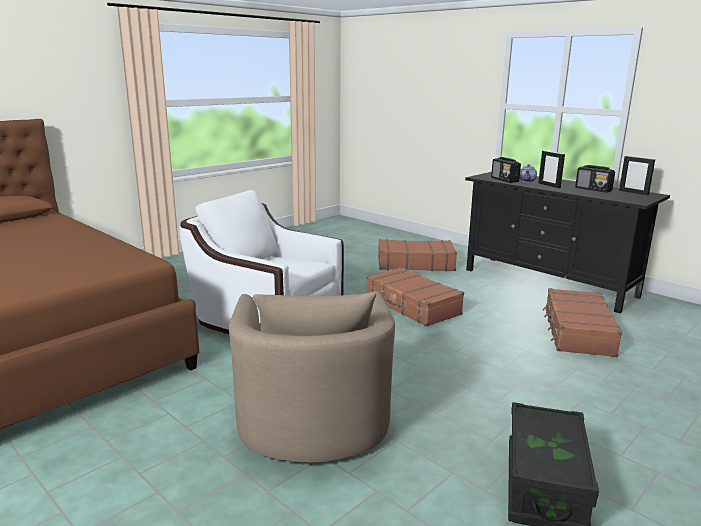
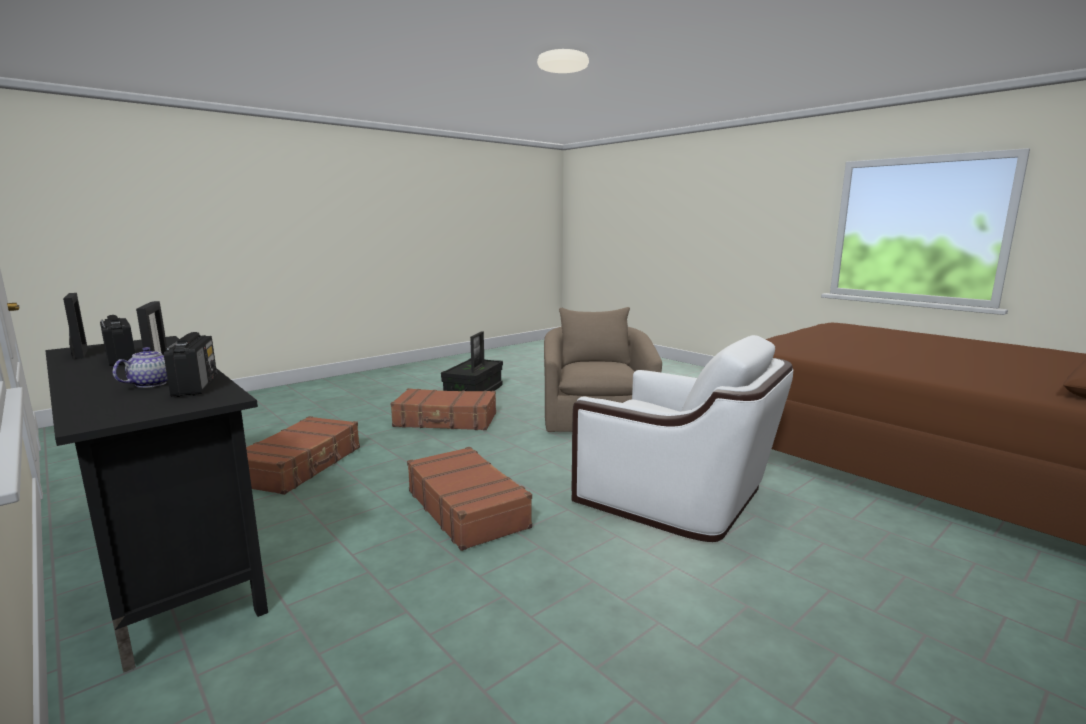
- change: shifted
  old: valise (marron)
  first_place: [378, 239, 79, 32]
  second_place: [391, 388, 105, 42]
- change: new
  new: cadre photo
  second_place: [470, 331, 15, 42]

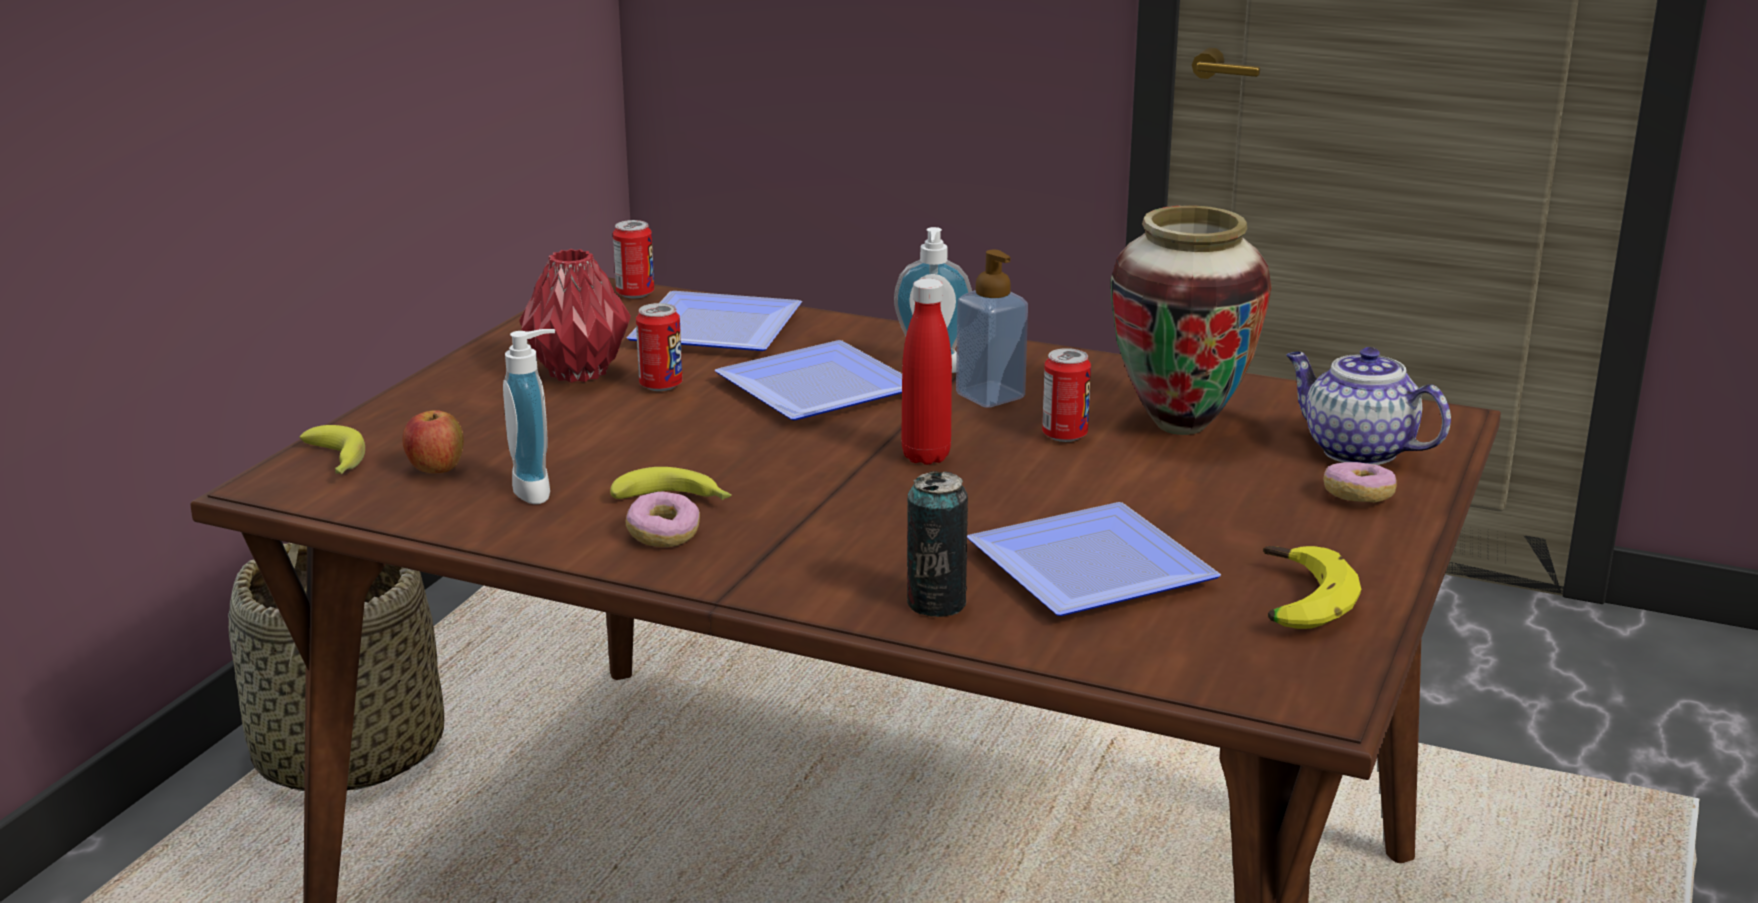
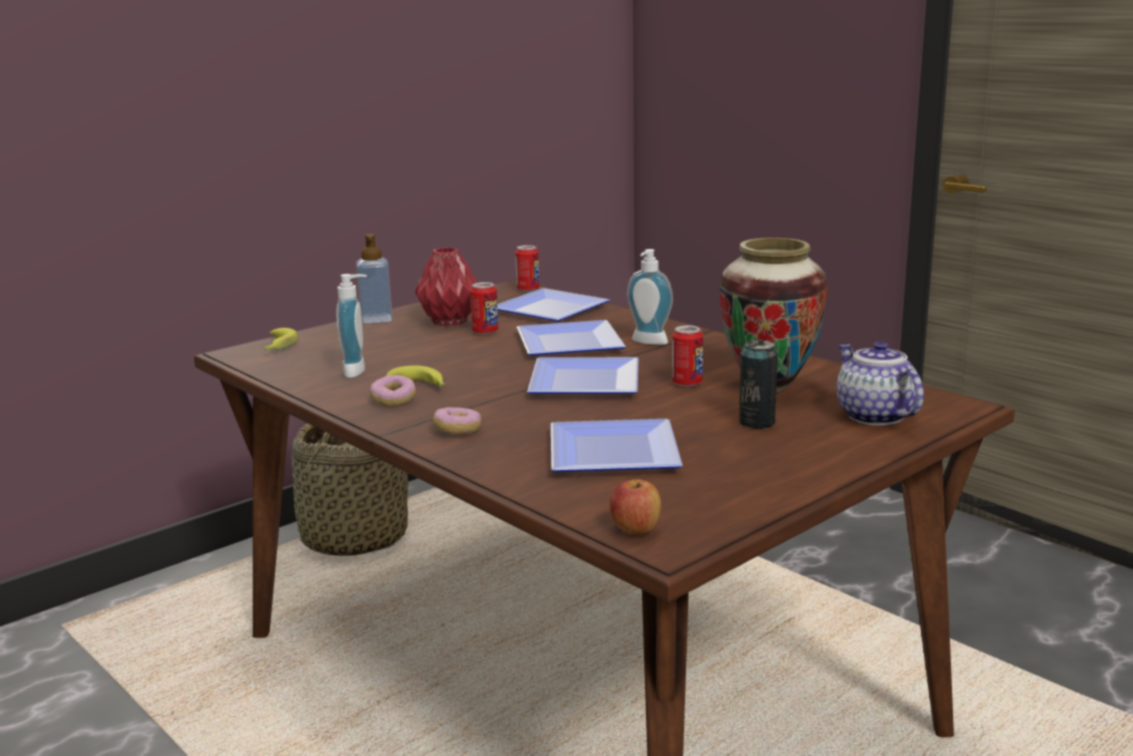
- change: shifted
  old: distributeur de savon
  first_place: [956, 250, 72, 158]
  second_place: [356, 234, 37, 90]
- change: shifted
  old: beignet
  first_place: [1324, 462, 73, 40]
  second_place: [433, 407, 48, 27]
- change: swapped
  old: bouteille (rouge)
  new: assiette
  first_place: [901, 279, 51, 186]
  second_place: [527, 357, 111, 37]
- change: shifted
  old: pomme
  first_place: [402, 410, 62, 63]
  second_place: [610, 479, 51, 56]
- change: shifted
  old: boîte métallique
  first_place: [907, 471, 61, 146]
  second_place: [739, 339, 39, 90]
- change: gone
  old: banane
  first_place: [1263, 546, 98, 83]

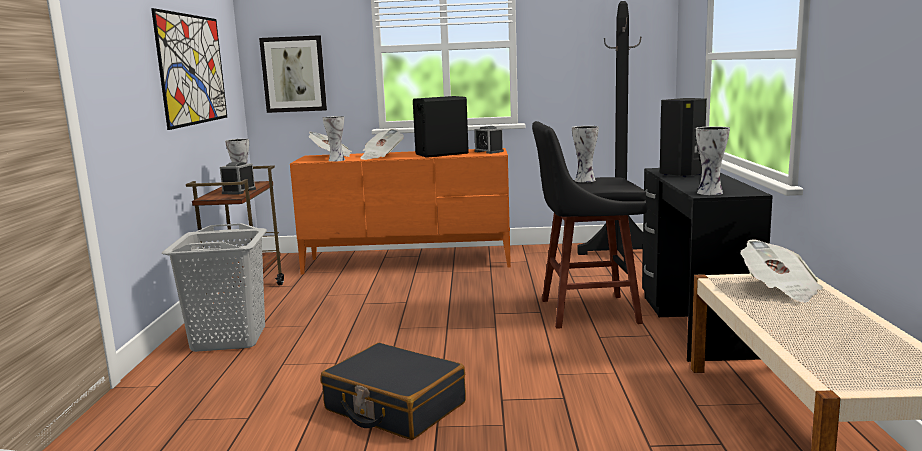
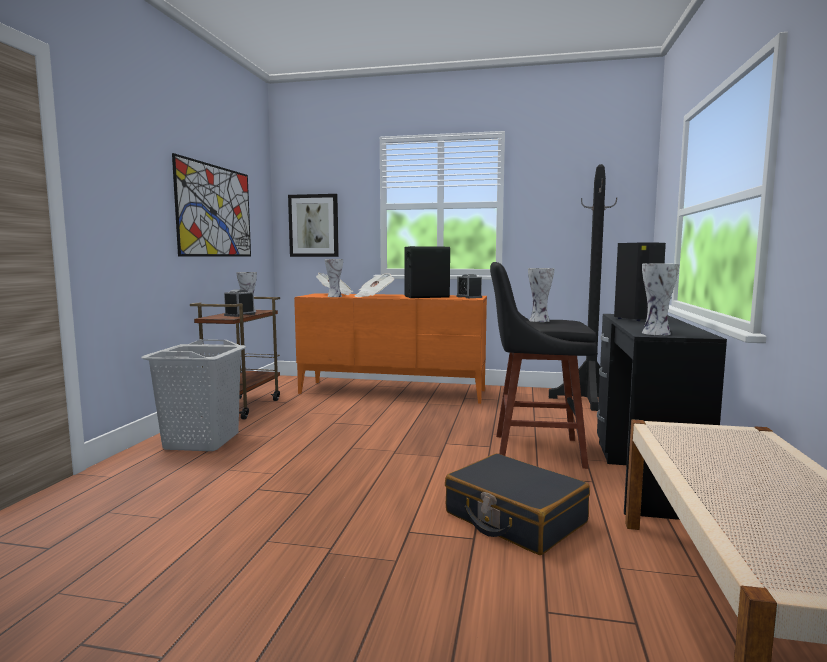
- change: shifted
  old: valise (noir)
  first_place: [321, 343, 145, 97]
  second_place: [445, 453, 145, 102]
- change: gone
  old: journal
  first_place: [740, 239, 83, 64]

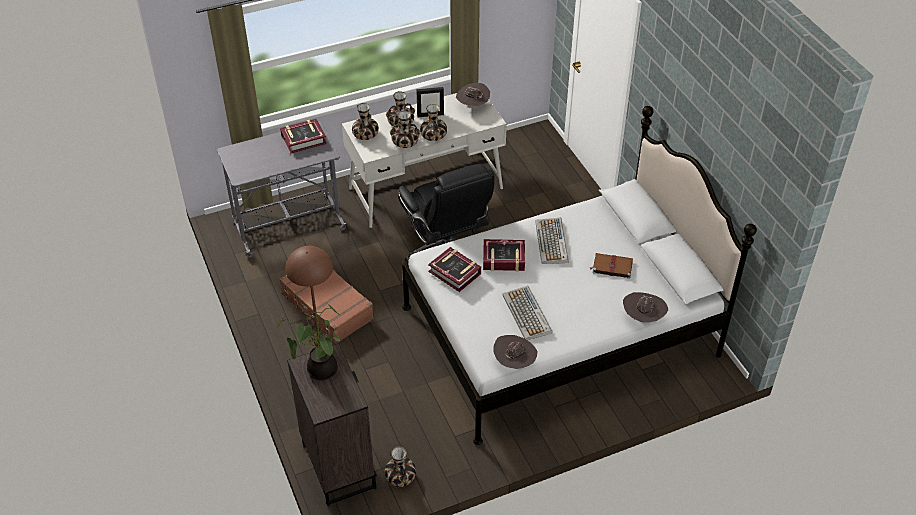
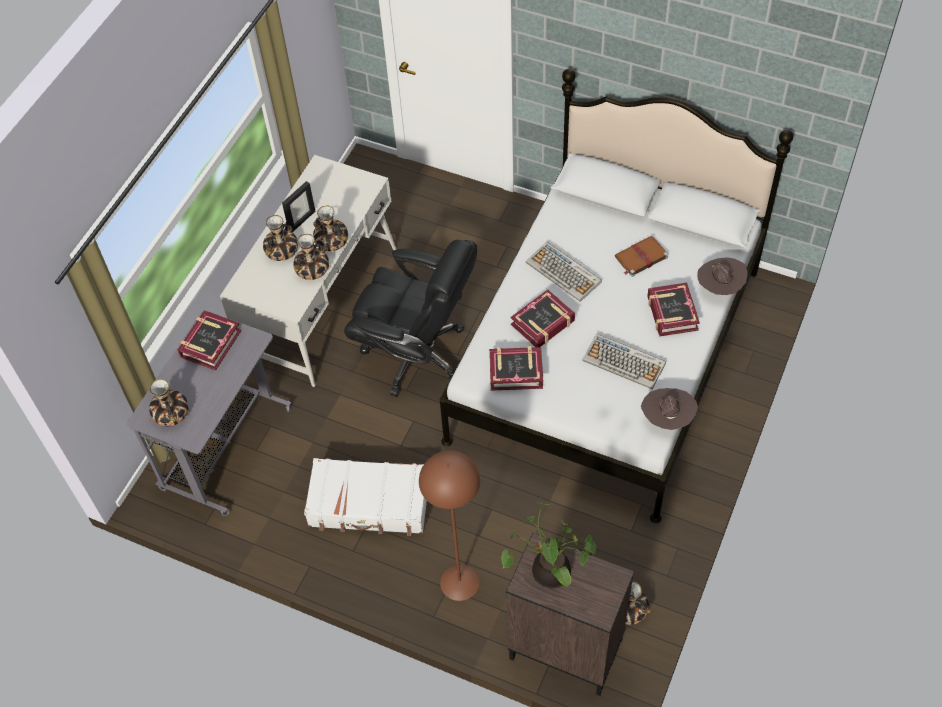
- change: shifted
  old: vase
  first_place: [352, 103, 27, 37]
  second_place: [149, 379, 40, 47]
- change: repainted
  old: valise (marron)
  new: valise (blanc)
  first_place: [279, 270, 95, 74]
  second_place: [304, 458, 123, 78]
- change: new
  new: livre
  second_place: [647, 283, 53, 54]
- change: gone
  old: chapeau (marron)
  first_place: [456, 83, 34, 25]

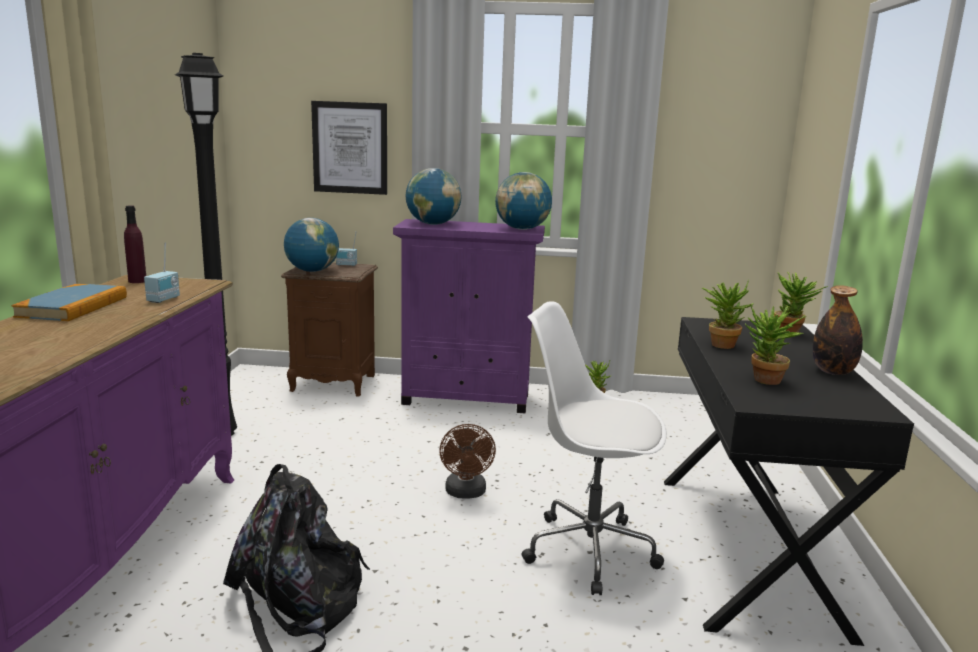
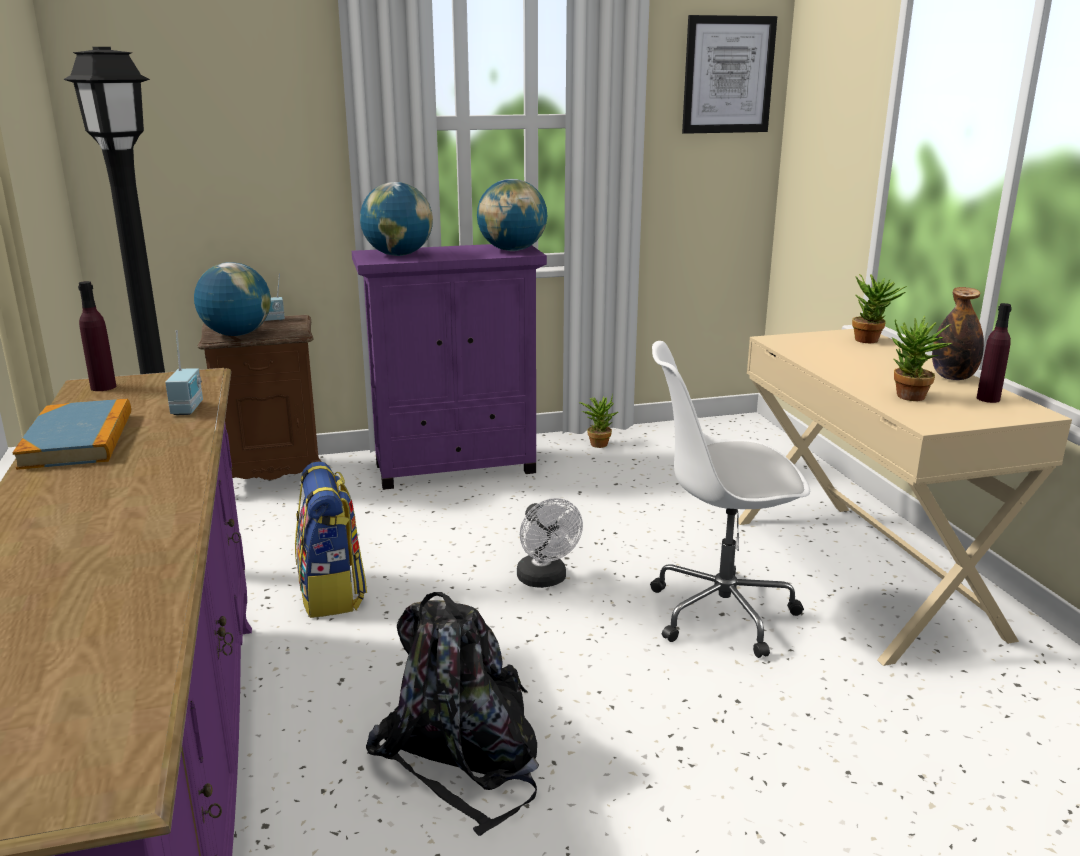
- change: new
  new: sac à dos
  second_place: [295, 462, 72, 156]
- change: repainted
  old: ventilateur (marron)
  new: ventilateur (blanc)
  first_place: [439, 424, 57, 75]
  second_place: [517, 498, 66, 90]
- change: shifted
  old: tableau
  first_place: [311, 101, 76, 94]
  second_place: [682, 15, 95, 119]
- change: repainted
  old: bureau (noir)
  new: bureau (beige)
  first_place: [664, 317, 250, 329]
  second_place: [736, 329, 336, 337]
- change: new
  new: bouteille (violet)
  second_place: [977, 303, 35, 100]
- change: gone
  old: plante en pot
  first_place: [702, 280, 52, 69]

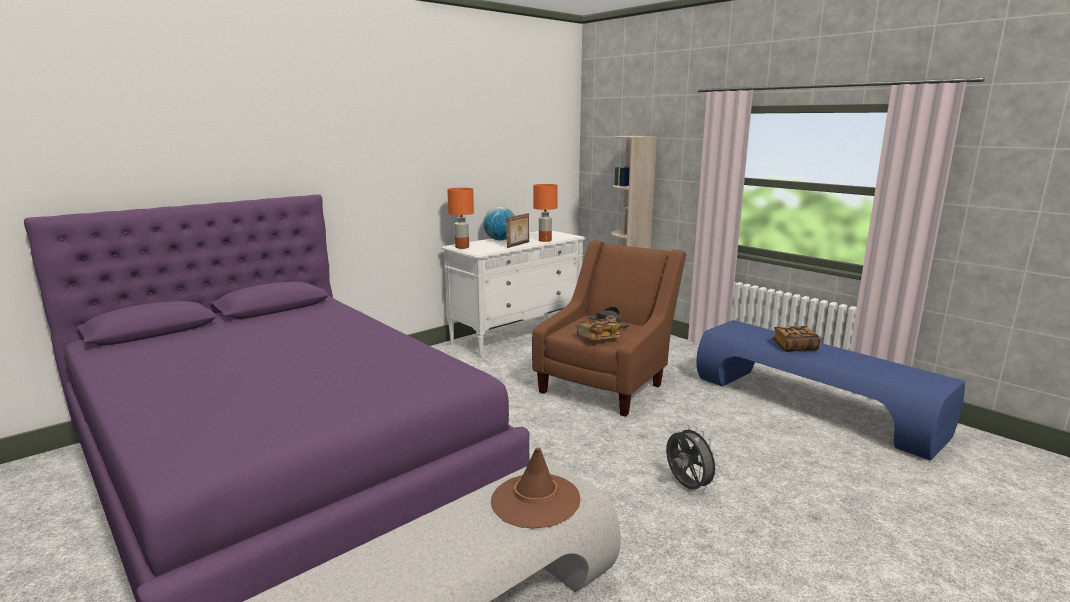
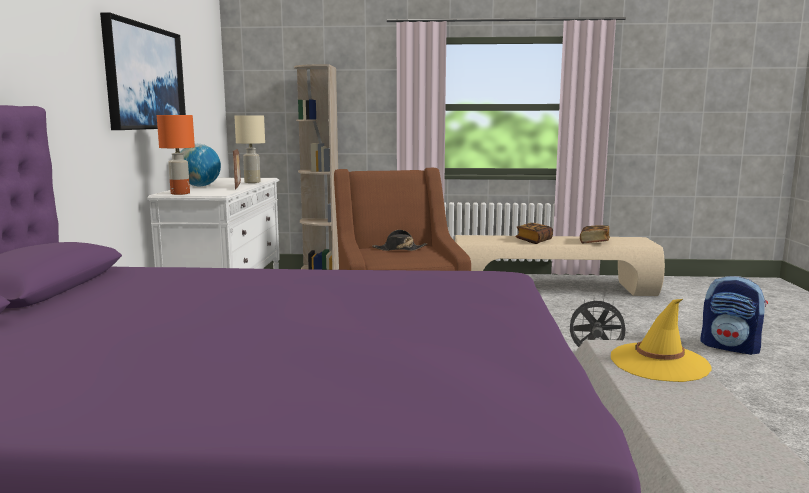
- change: new
  new: tableau
  second_place: [100, 13, 86, 117]
- change: repainted
  old: lampe de table (orange)
  new: lampe de table (beige)
  first_place: [533, 184, 25, 58]
  second_place: [234, 115, 31, 68]
- change: repainted
  old: banc (bleu)
  new: banc (beige)
  first_place: [696, 320, 269, 140]
  second_place: [455, 235, 210, 61]
- change: shifted
  old: livre
  first_place: [577, 318, 45, 22]
  second_place: [580, 225, 30, 18]
- change: repainted
  old: chapeau (marron)
  new: chapeau (jaune)
  first_place: [491, 448, 89, 81]
  second_place: [611, 299, 101, 83]
- change: new
  new: sac à dos
  second_place: [700, 276, 68, 79]

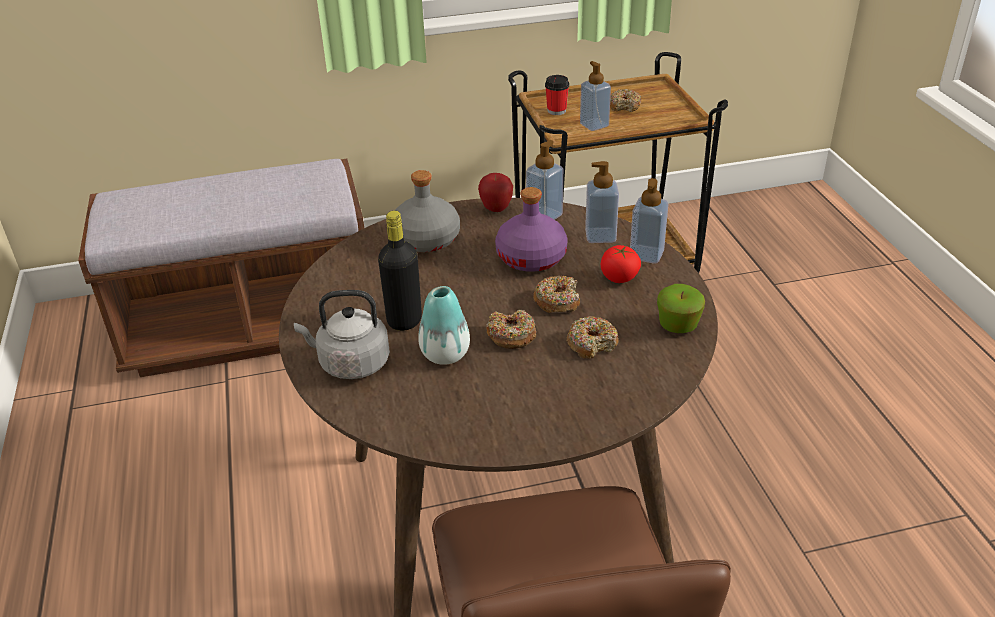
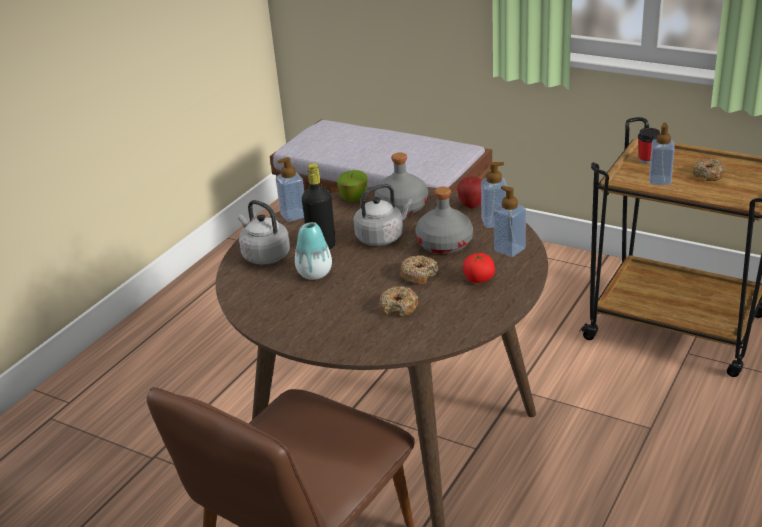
- change: shifted
  old: distributeur de savon
  first_place: [630, 178, 38, 86]
  second_place: [276, 157, 28, 65]
- change: shifted
  old: pomme
  first_place: [657, 284, 48, 49]
  second_place: [337, 170, 30, 32]
- change: new
  new: bouilloire (gris)
  second_place: [354, 184, 59, 62]
- change: repainted
  old: bouteille (violet)
  new: bouteille (gris)
  first_place: [495, 187, 73, 85]
  second_place: [415, 187, 58, 67]
- change: gone
  old: beignet
  first_place: [486, 310, 50, 39]

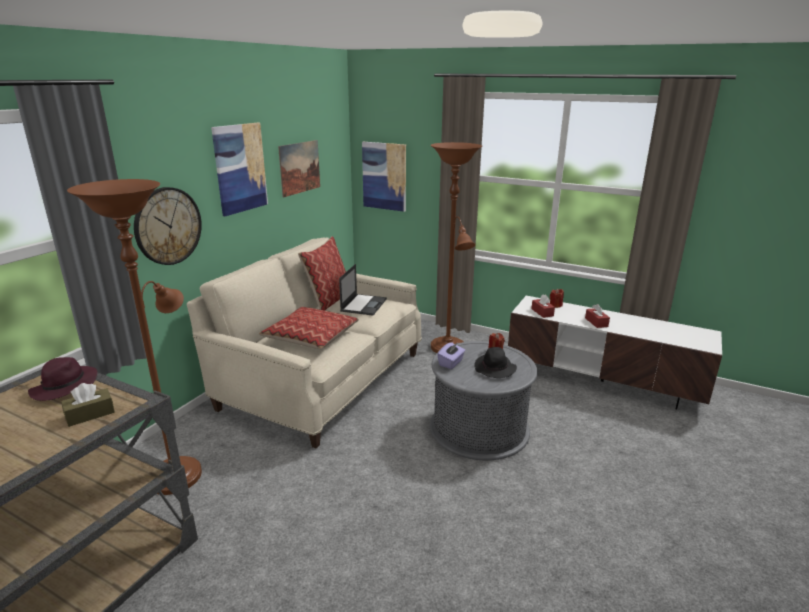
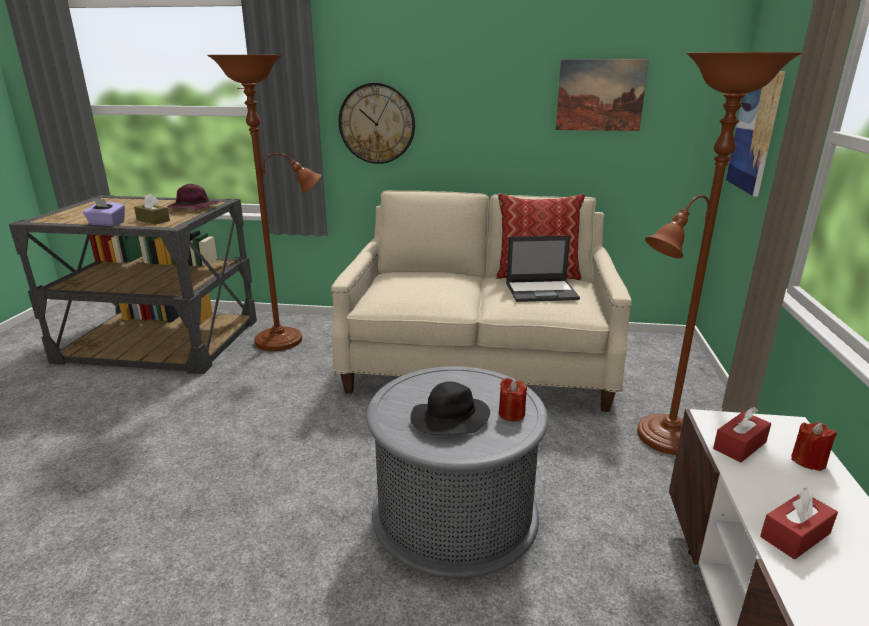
- change: shifted
  old: boîte à mouchoirs (violet)
  first_place: [437, 342, 28, 27]
  second_place: [83, 198, 42, 28]
- change: gone
  old: tableau
  first_place: [211, 123, 57, 93]
- change: gone
  old: coussin
  first_place: [259, 307, 100, 43]

